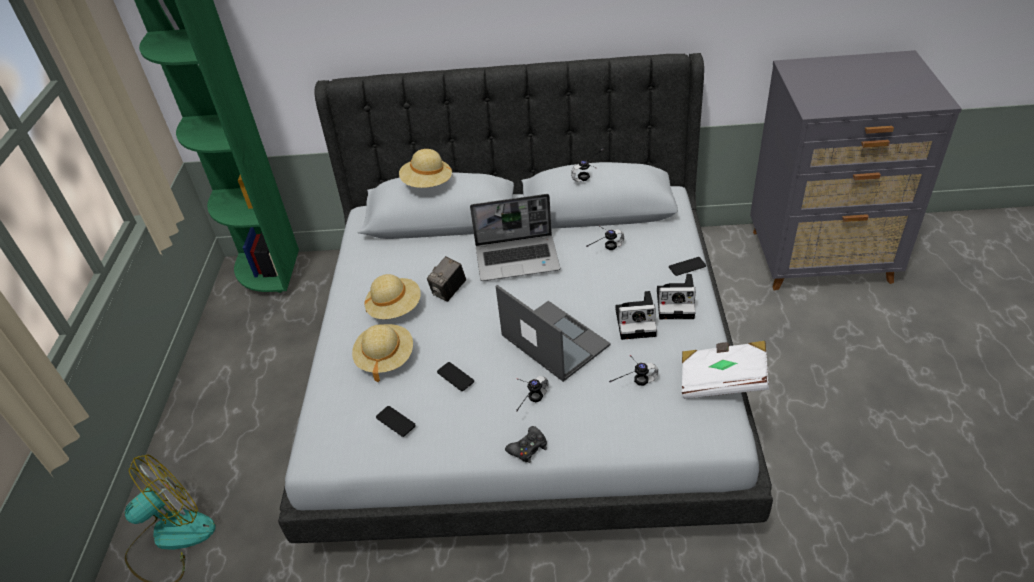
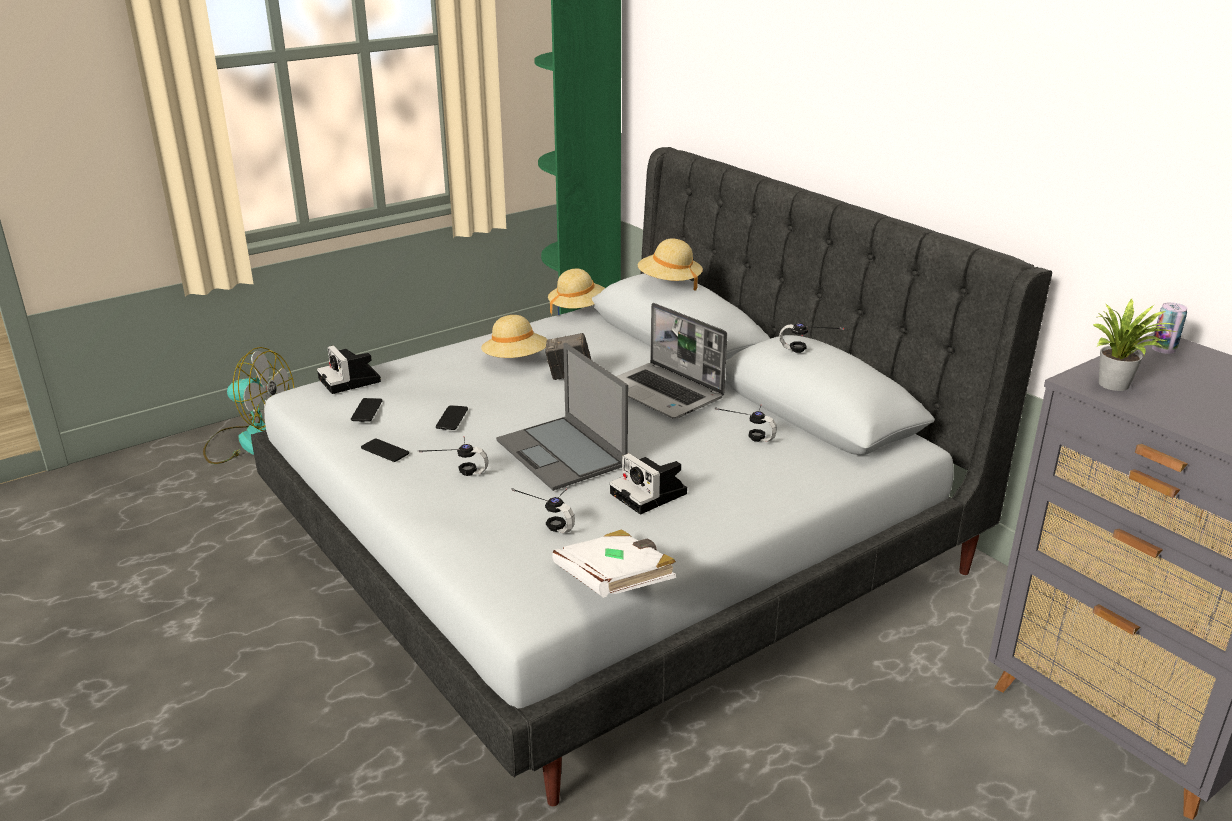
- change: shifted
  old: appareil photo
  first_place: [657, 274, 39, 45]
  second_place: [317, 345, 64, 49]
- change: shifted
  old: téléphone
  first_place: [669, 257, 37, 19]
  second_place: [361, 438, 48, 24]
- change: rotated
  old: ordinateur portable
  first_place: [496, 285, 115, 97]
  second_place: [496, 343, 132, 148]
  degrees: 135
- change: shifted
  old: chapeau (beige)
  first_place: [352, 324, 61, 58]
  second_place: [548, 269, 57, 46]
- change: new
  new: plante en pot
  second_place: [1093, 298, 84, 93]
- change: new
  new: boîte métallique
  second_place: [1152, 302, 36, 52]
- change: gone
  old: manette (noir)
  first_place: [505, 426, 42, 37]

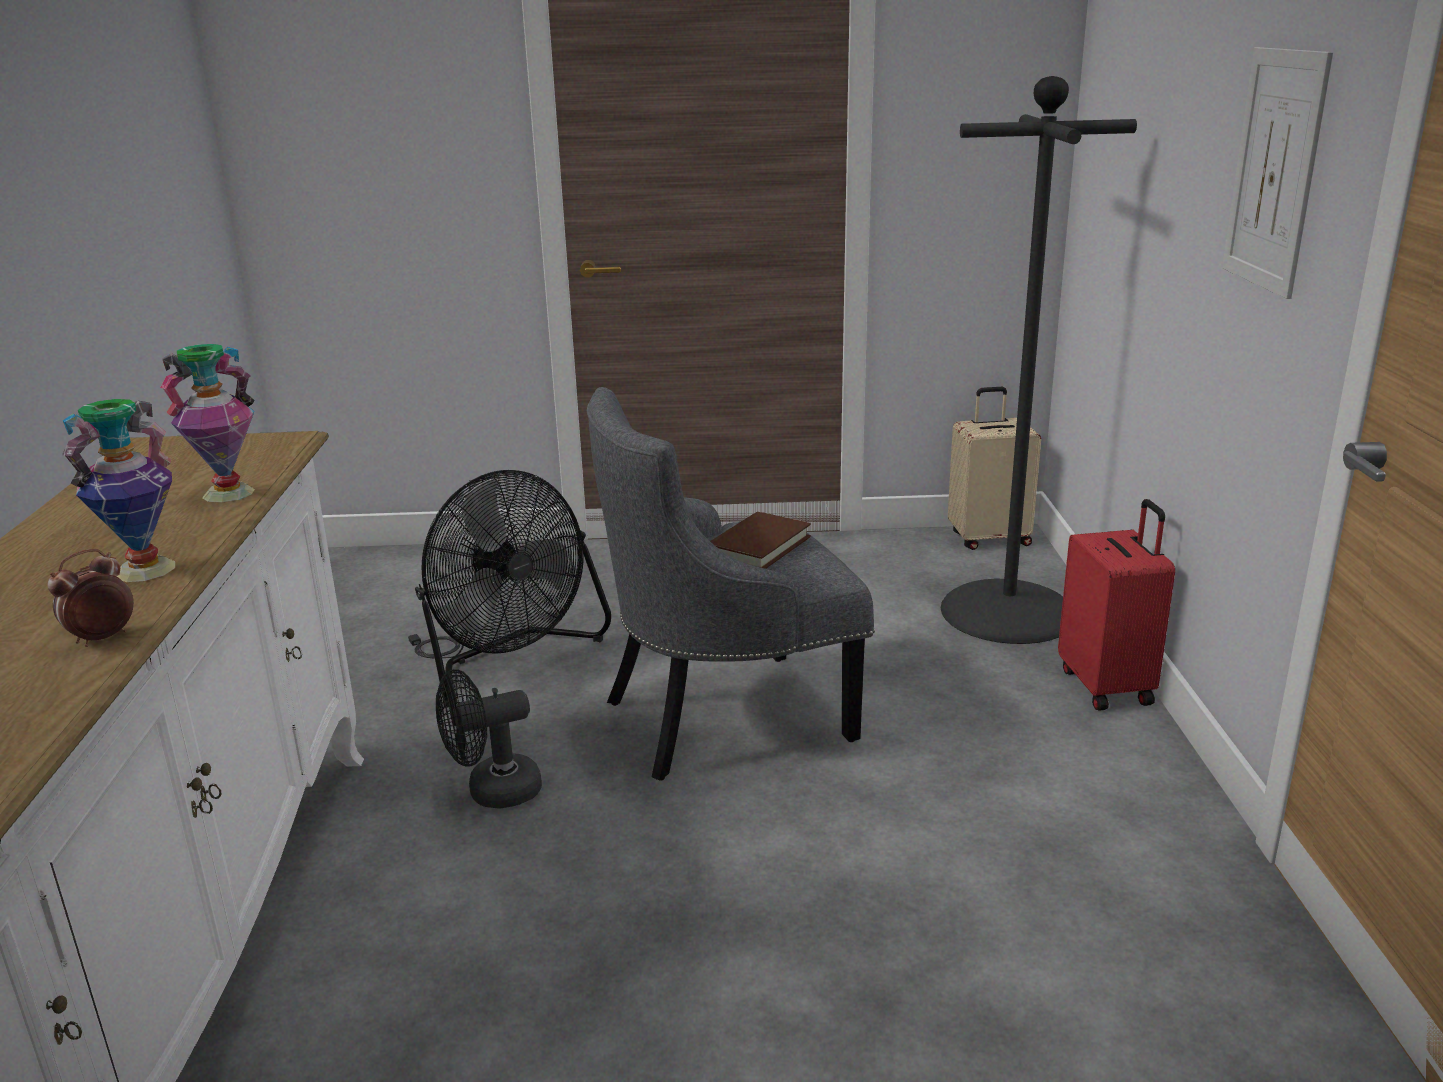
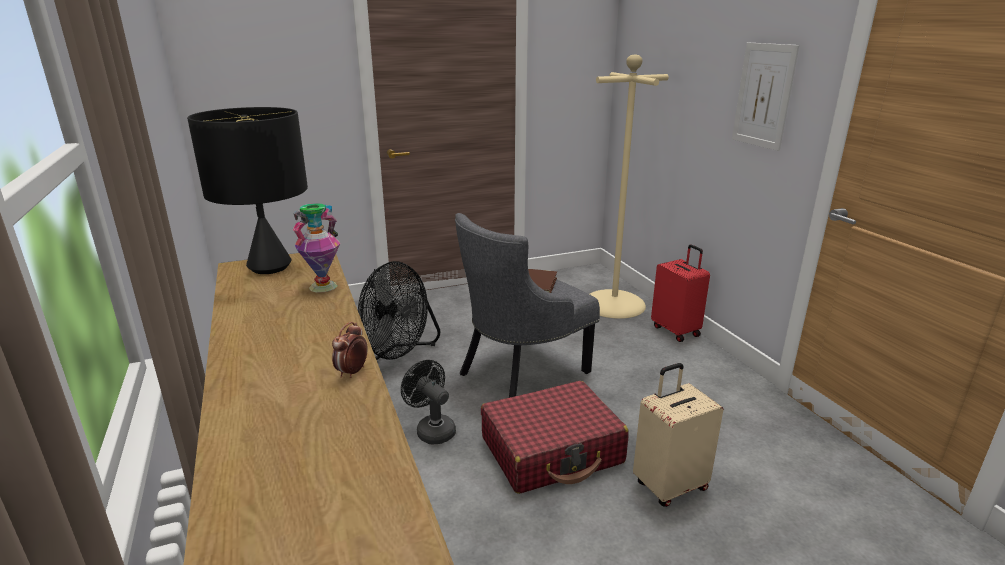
- change: new
  new: lampe de table (noir)
  second_place: [187, 107, 121, 167]
- change: rotated
  old: ventilateur (noir)
  first_place: [436, 670, 106, 139]
  second_place: [401, 360, 55, 84]
  degrees: 90
- change: new
  new: valise (rouge)
  second_place: [481, 381, 147, 113]
- change: repainted
  old: portant (noir)
  new: portant (beige)
  first_place: [941, 76, 196, 568]
  second_place: [590, 54, 79, 265]
- change: shifted
  old: valise (beige)
  first_place: [948, 387, 93, 163]
  second_place: [633, 363, 91, 144]
- change: gone
  old: vase
  first_place: [62, 399, 113, 183]

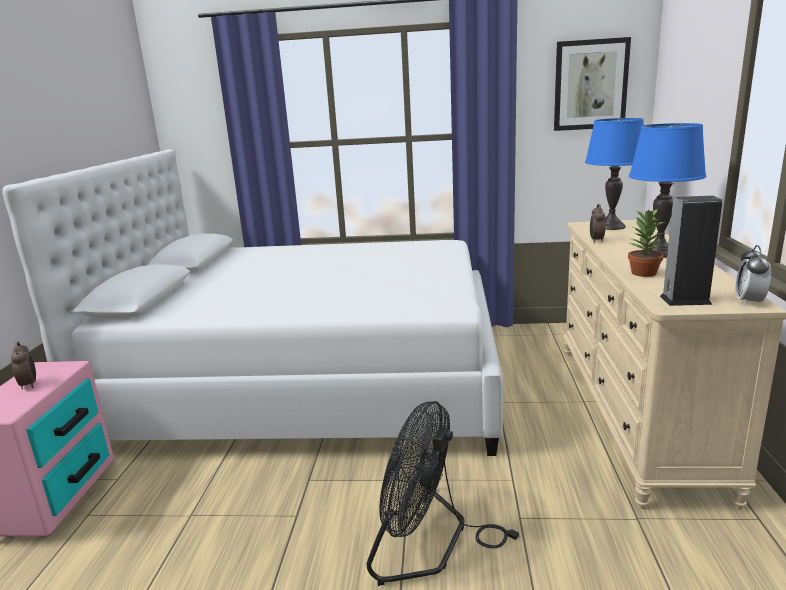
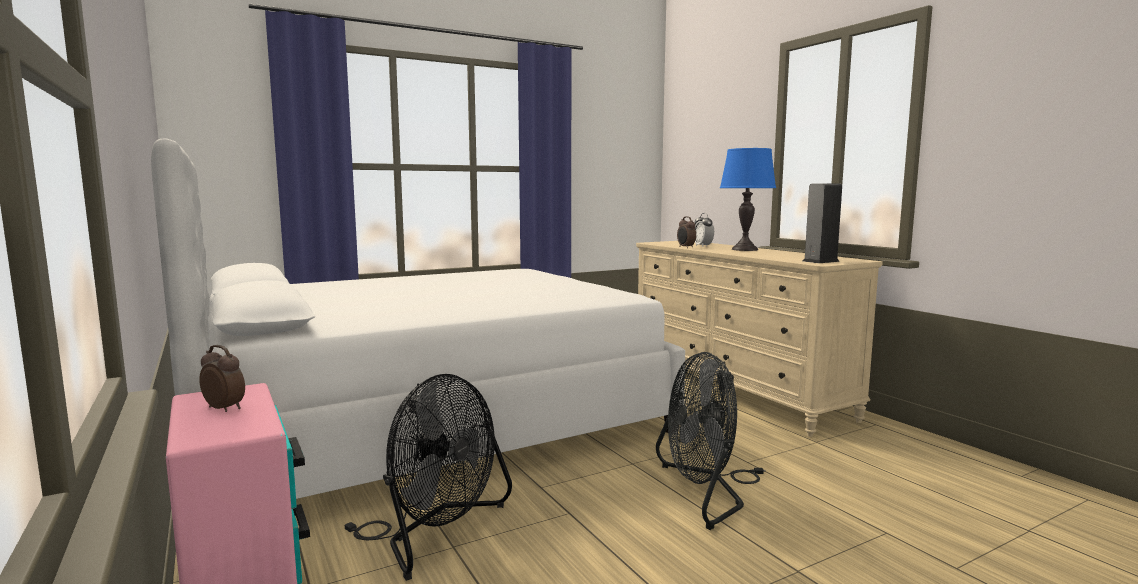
- change: new
  new: ventilateur (noir)
  second_place: [345, 374, 167, 207]
- change: shifted
  old: réveil
  first_place: [736, 245, 35, 61]
  second_place: [695, 213, 19, 34]
- change: gone
  old: tableau
  first_place: [554, 37, 77, 94]
- change: gone
  old: lampe de table (bleu)
  first_place: [585, 118, 59, 112]
- change: gone
  old: plante en pot
  first_place: [628, 208, 36, 69]

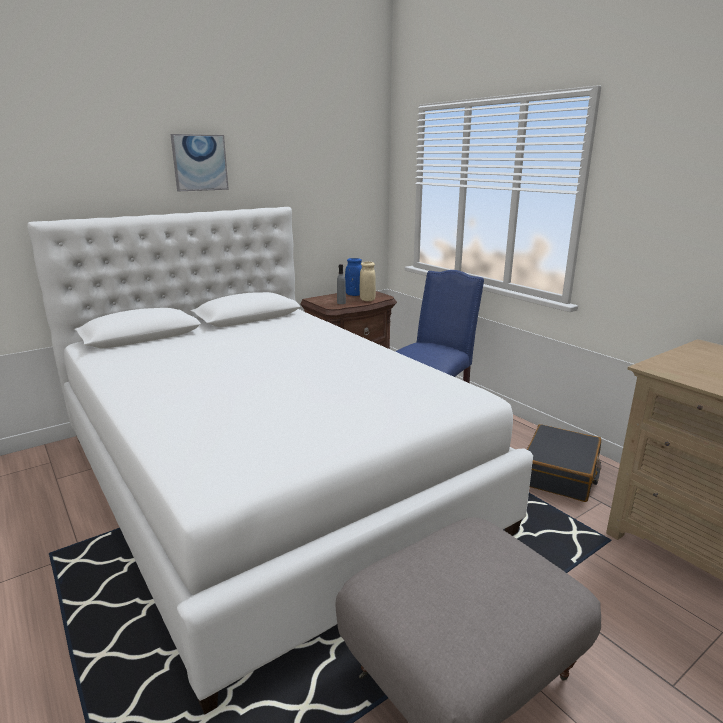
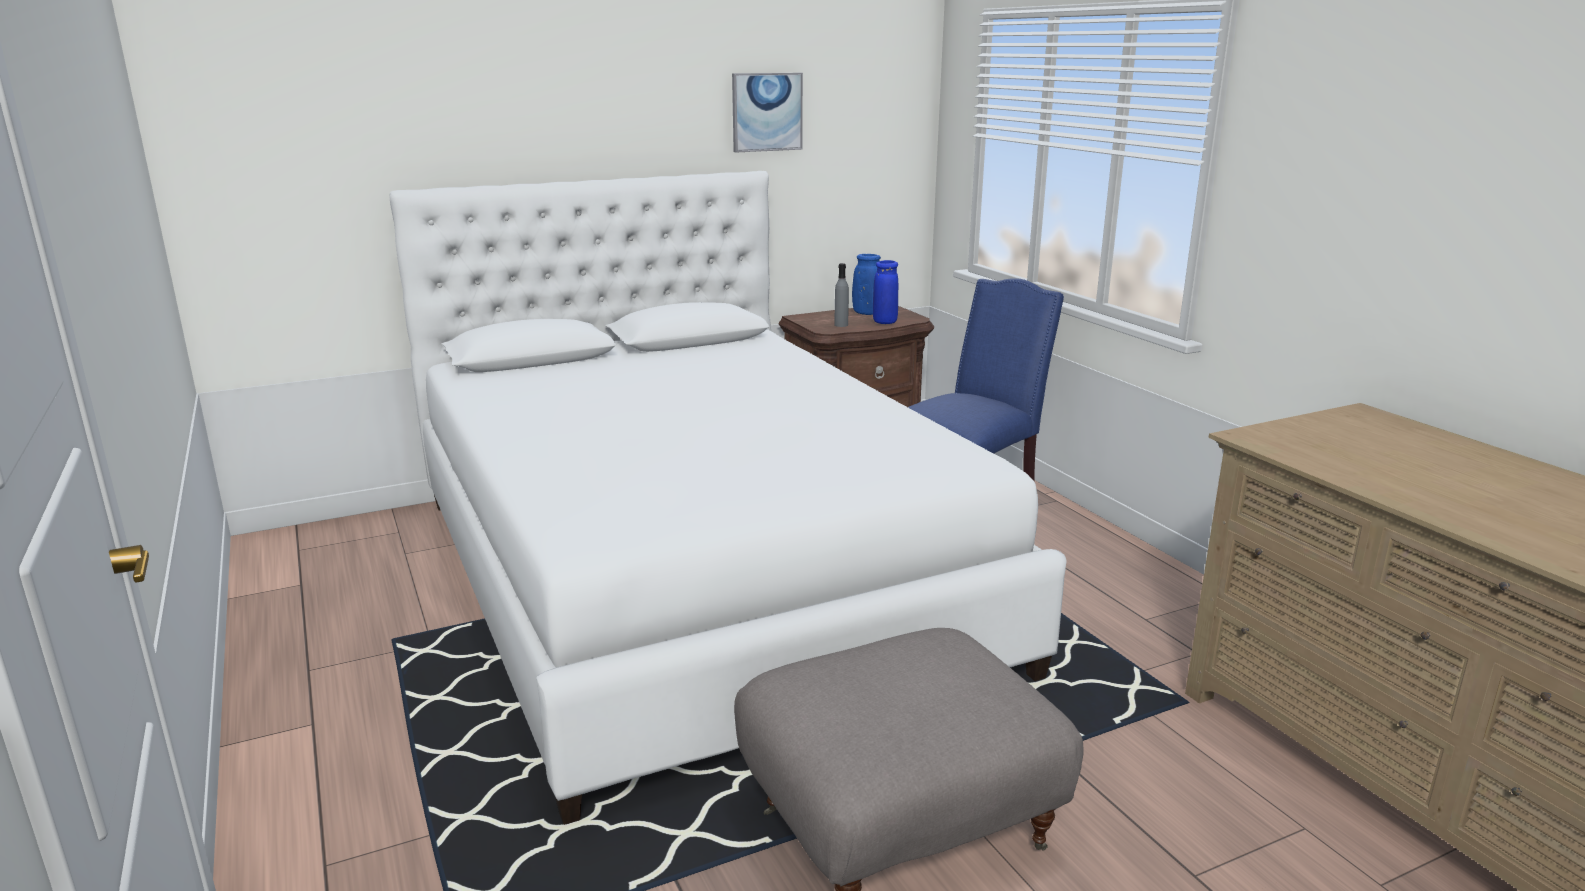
- change: shifted
  old: tableau
  first_place: [170, 134, 59, 57]
  second_place: [732, 73, 71, 80]
- change: repainted
  old: vase (beige)
  new: vase (bleu)
  first_place: [360, 262, 16, 39]
  second_place: [873, 260, 25, 64]
- change: gone
  old: valise (noir)
  first_place: [527, 424, 74, 78]

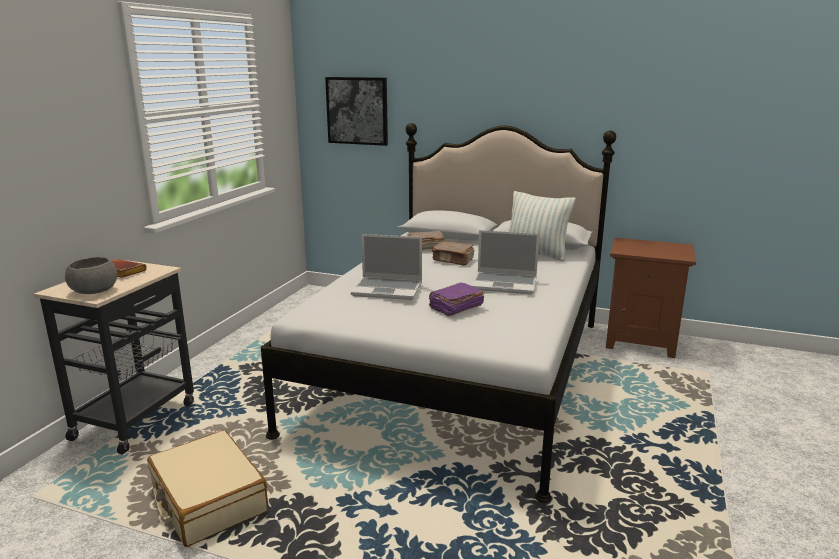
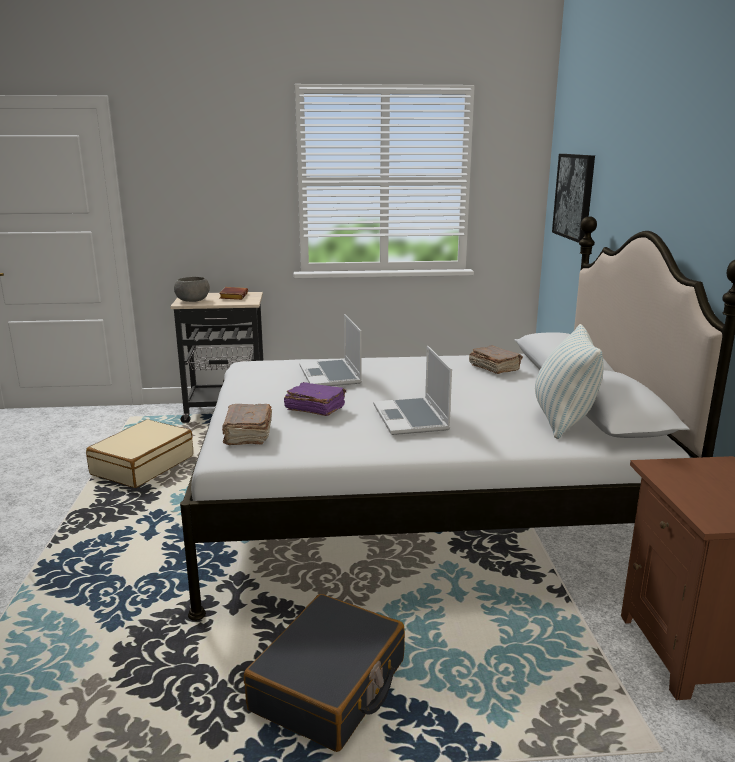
- change: shifted
  old: livre (marron)
  first_place: [432, 242, 43, 23]
  second_place: [222, 404, 50, 41]
- change: new
  new: valise (noir)
  second_place: [244, 594, 161, 158]

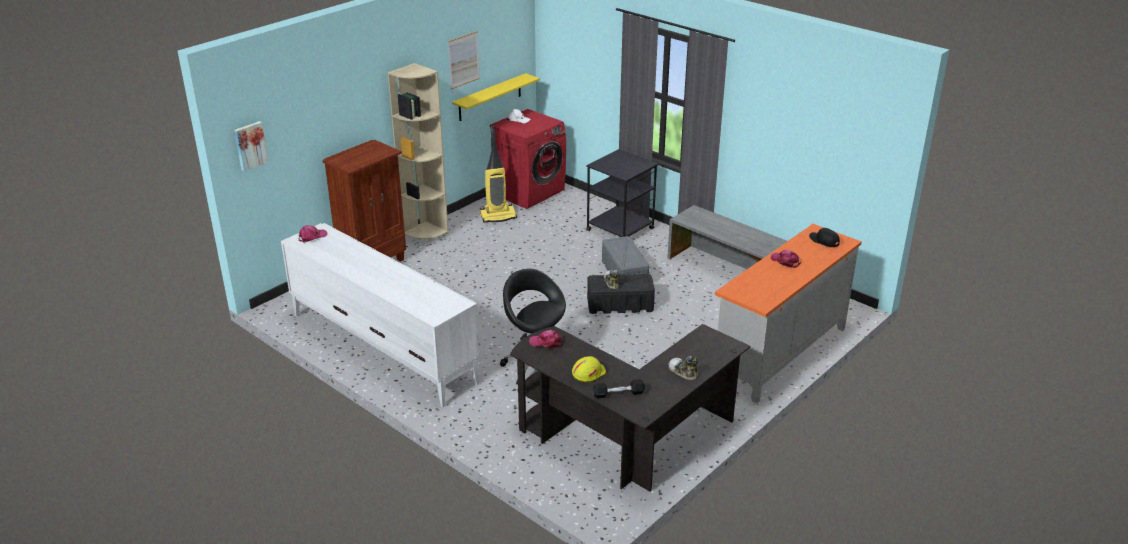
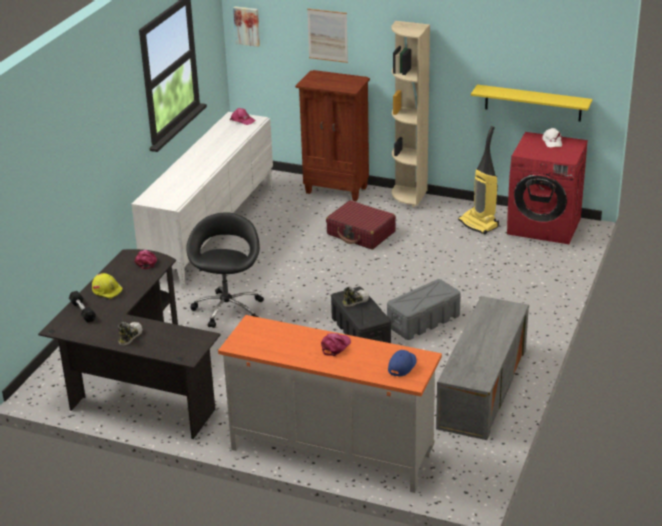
- change: shifted
  old: tableau
  first_place: [448, 31, 32, 58]
  second_place: [307, 8, 41, 55]
- change: new
  new: valise (rouge)
  second_place: [326, 200, 70, 49]
- change: repainted
  old: casquette (noir)
  new: casquette (bleu)
  first_place: [809, 228, 31, 19]
  second_place: [388, 350, 29, 27]
- change: gone
  old: chariot (noir)
  first_place: [586, 149, 73, 88]

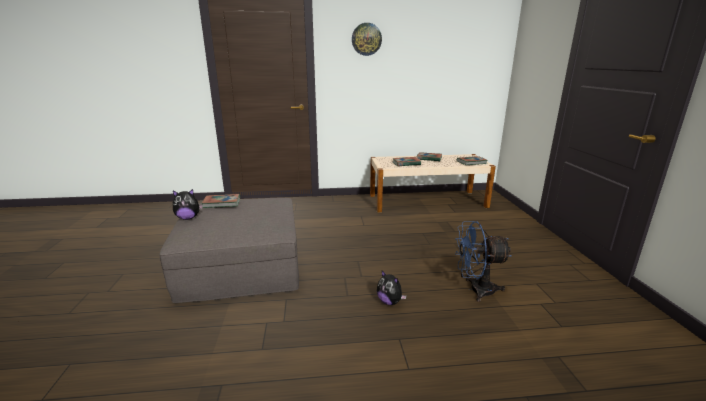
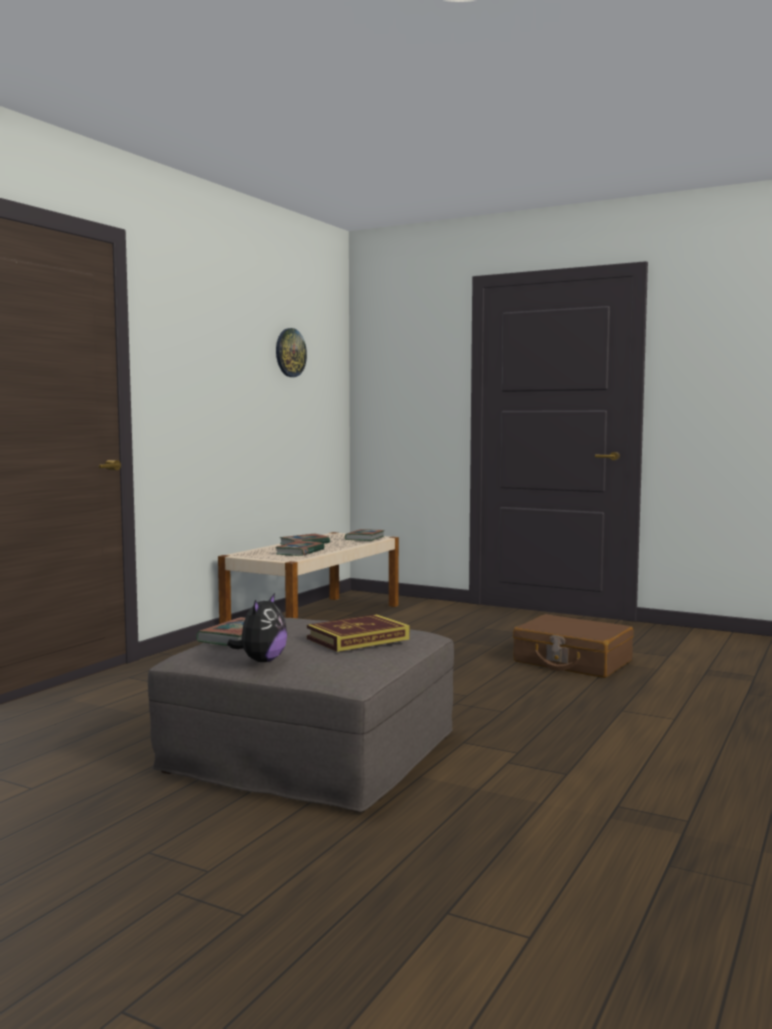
- change: shifted
  old: horloge murale
  first_place: [352, 23, 30, 33]
  second_place: [276, 328, 31, 49]
- change: new
  new: livre
  second_place: [307, 614, 103, 38]
- change: swapped
  old: ventilateur (bleu)
  new: valise (marron)
  first_place: [455, 221, 57, 81]
  second_place: [513, 614, 120, 64]
- change: gone
  old: peluche
  first_place: [377, 271, 30, 34]

